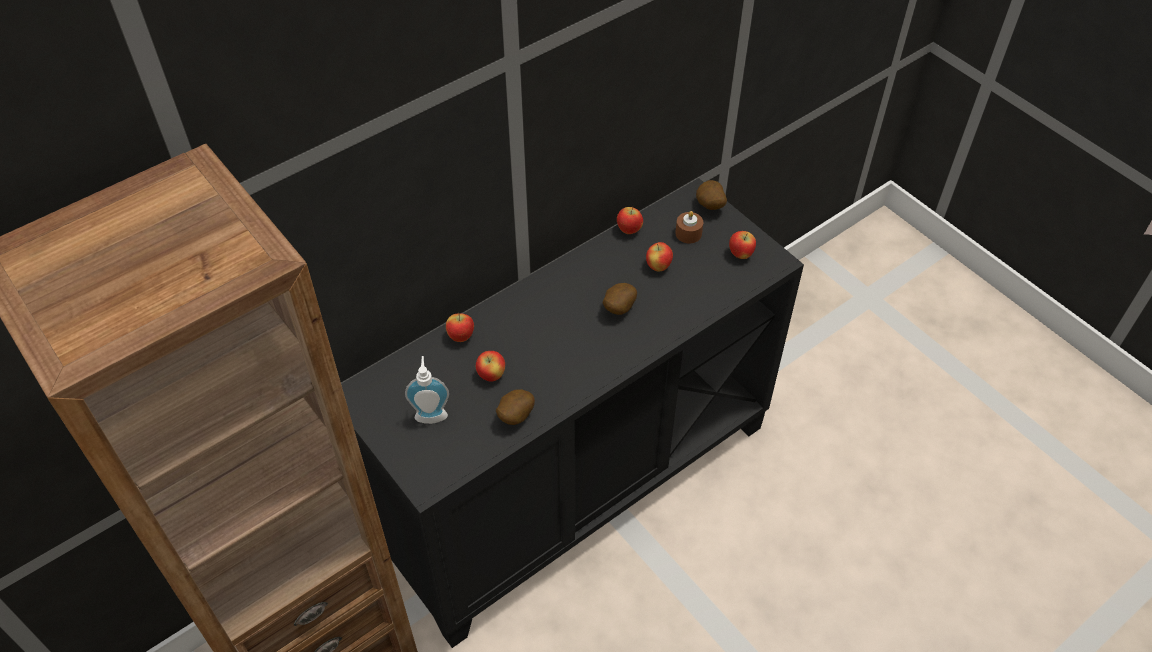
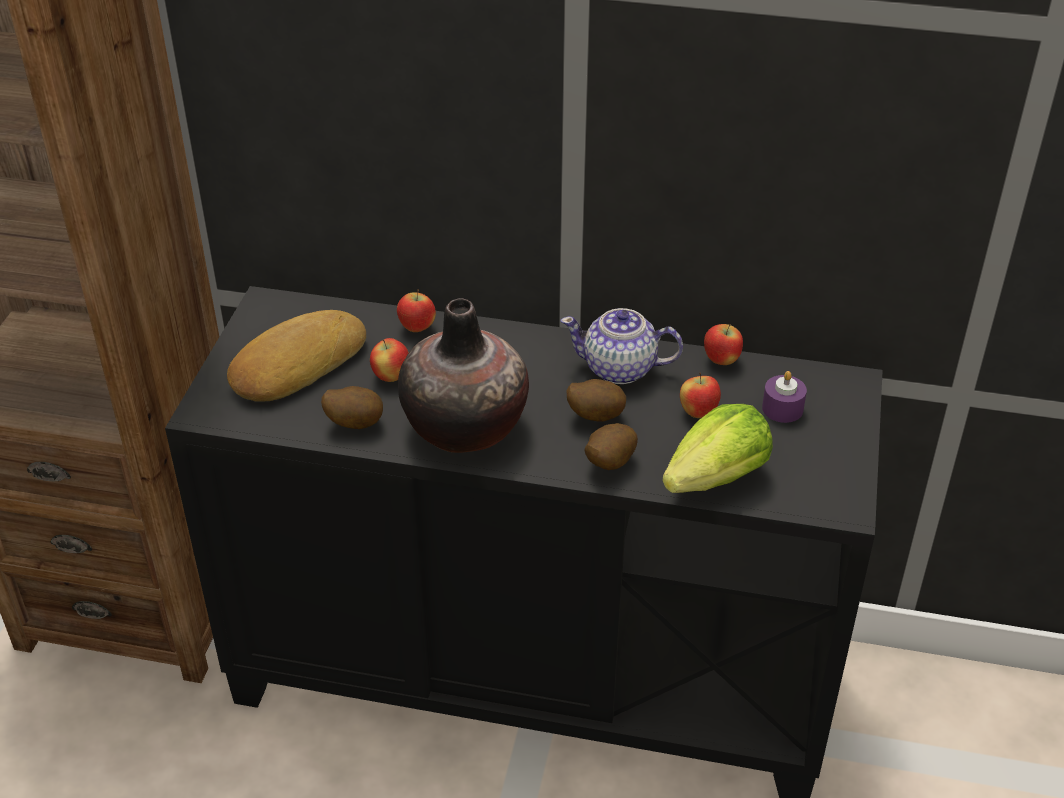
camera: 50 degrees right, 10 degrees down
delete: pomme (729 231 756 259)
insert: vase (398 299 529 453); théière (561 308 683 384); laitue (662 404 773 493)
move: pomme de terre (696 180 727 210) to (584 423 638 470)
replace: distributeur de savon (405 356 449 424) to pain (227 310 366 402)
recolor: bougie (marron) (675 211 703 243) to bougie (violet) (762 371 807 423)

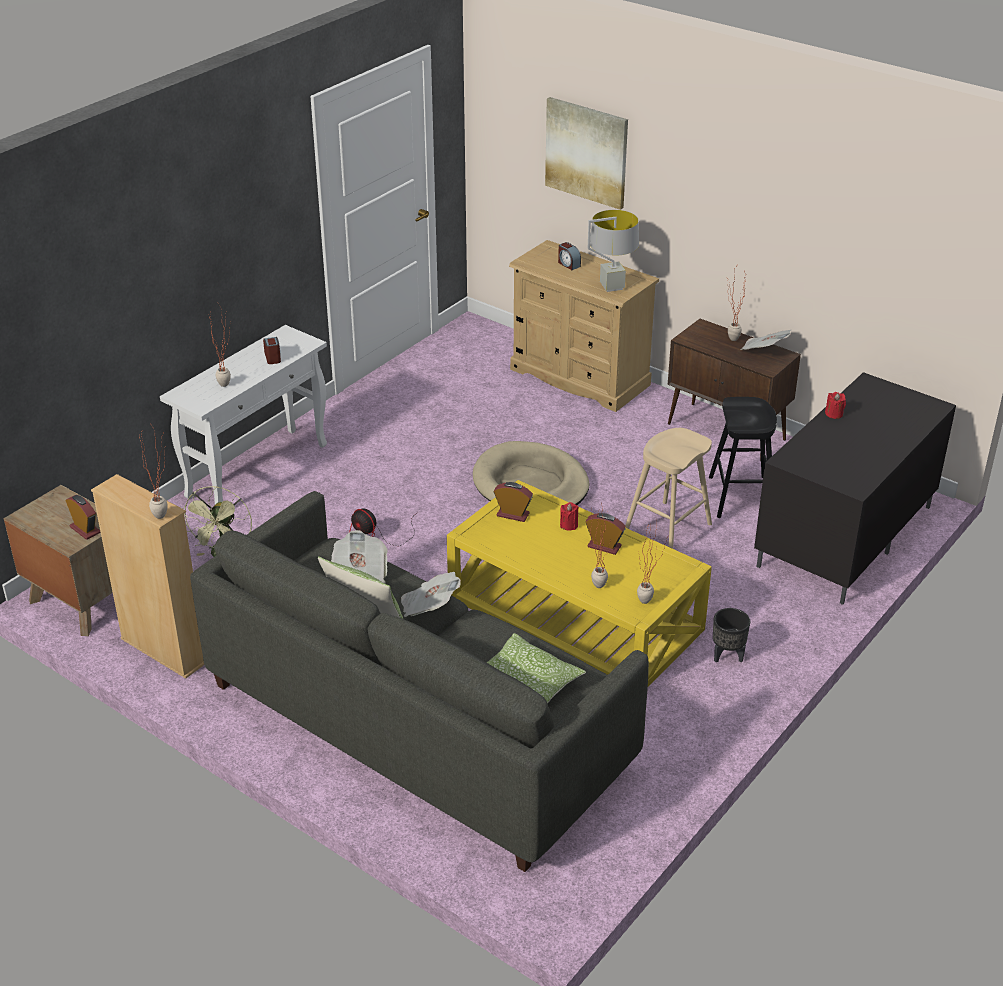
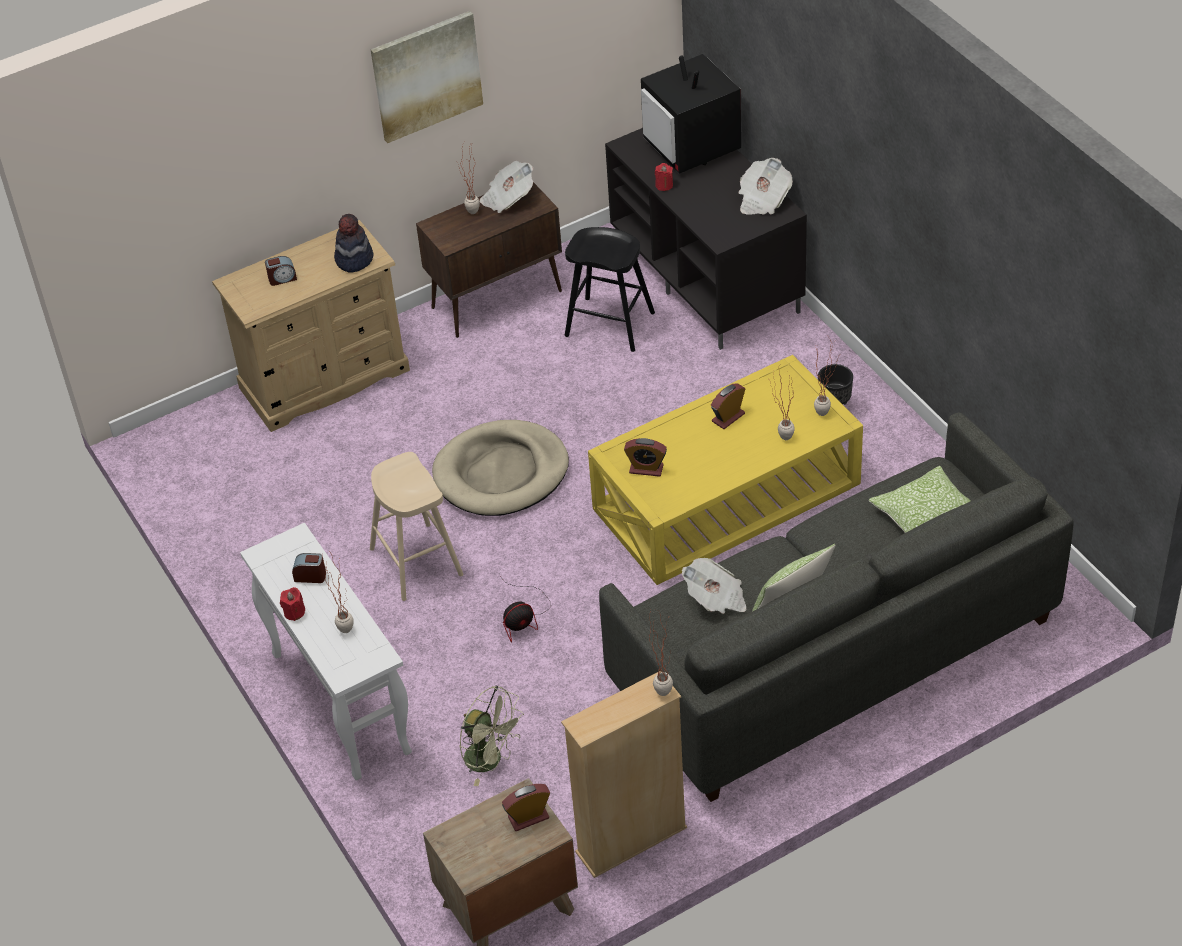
camera: 65 degrees left, 10 degrees up
insert: téléviseur (641 54 741 174)
move: journal (401 572 461 617) to (738 158 793 215); tableau (545 97 628 210) to (371 11 483 143); bougie (rouge) (560 502 579 531) to (280 587 305 621); tabouret (beige) (625 428 712 549) to (370 452 463 601)
replace: lampe de table (gris) (588 210 639 292) to chapeau (334 214 373 273)
rotate: réveil (494 482 533 522) = (624 438 667 477) 120 degrees counterclockwise

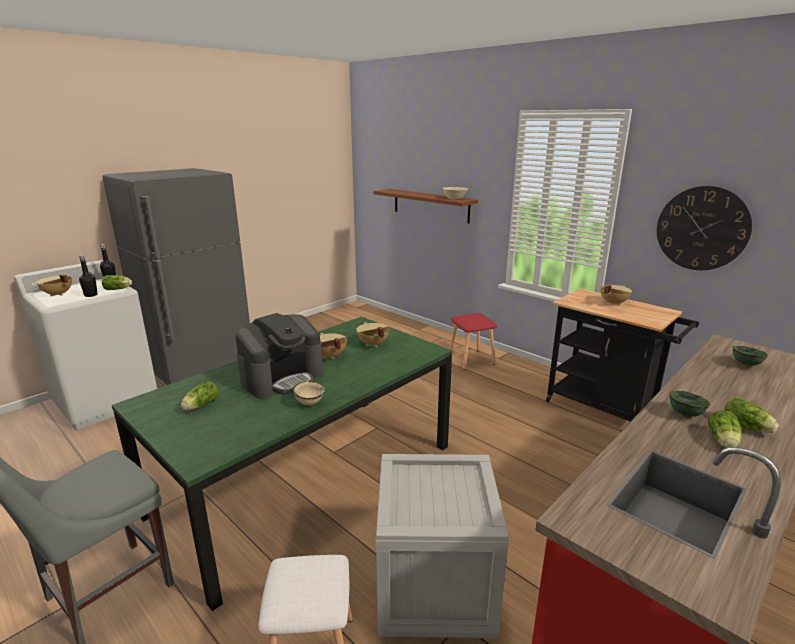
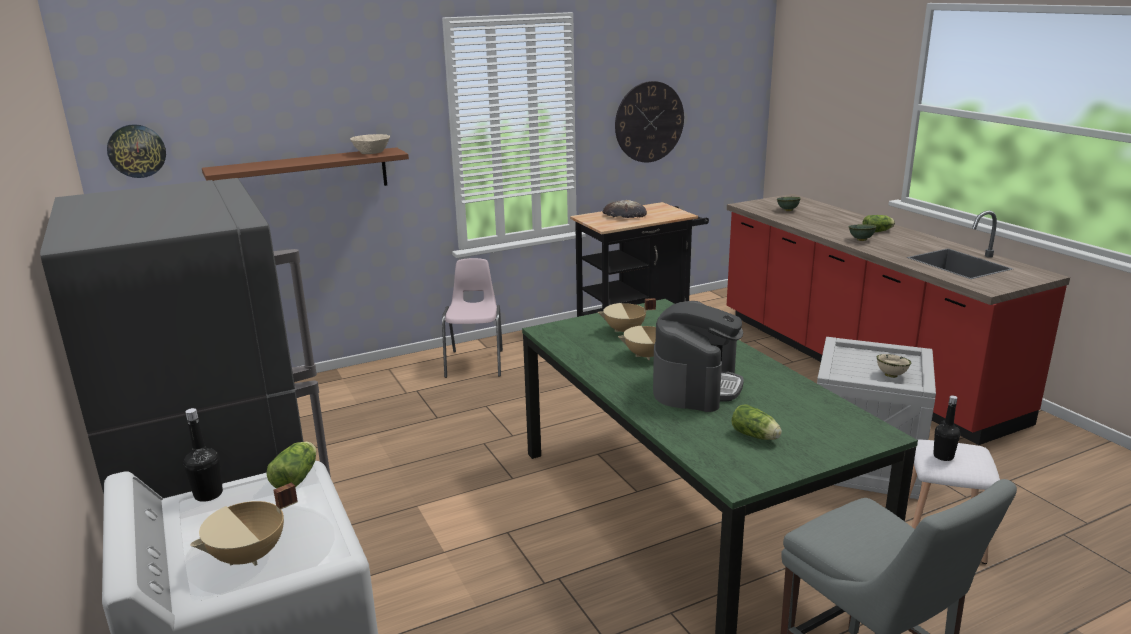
camera: 70 degrees left, 0 degrees up
delete: laitue (708 410 742 448)
insert: horloge murale (107 124 166 178)
move: bouteille (noir) (79 255 98 297) to (933 395 960 461); bol (beige) (293 381 325 406) to (877 354 911 378)
replace: tabouret (rouge) (449 313 497 370) to chaise (rose) (442 258 503 378); marmite (beige) (600 285 632 305) to pain (603 200 647 218)
rotate: machine à café (235 313 323 399) = (653 301 744 412) 45 degrees clockwise

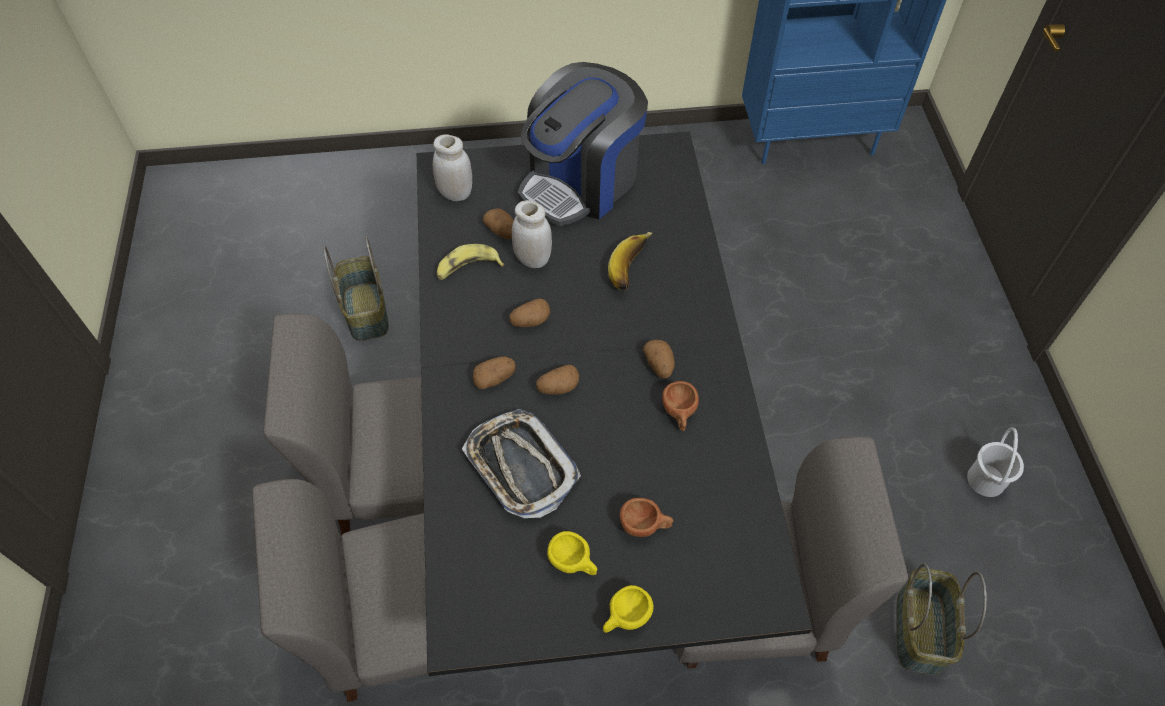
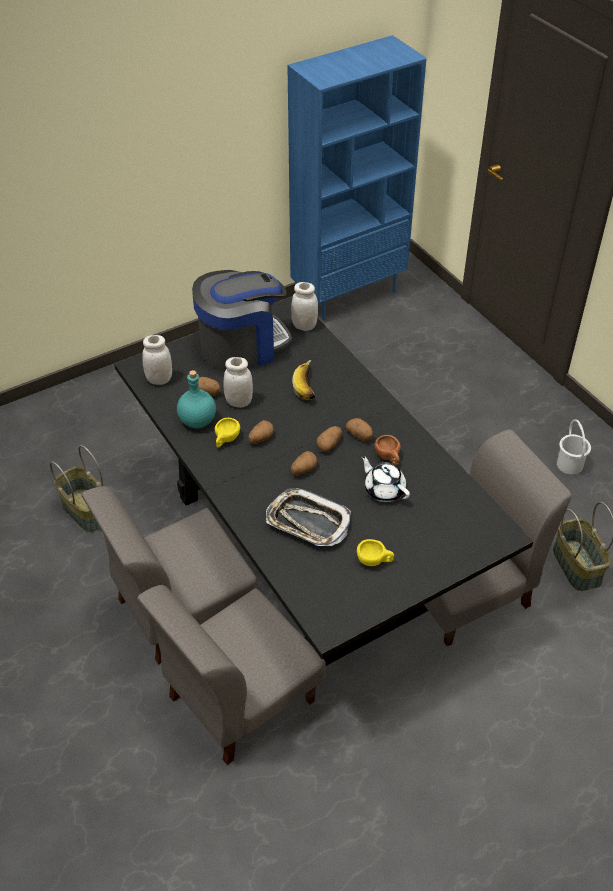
camera: 25 degrees left, 10 degrees down
delete: tasse (marron) (620 498 674 537)
insert: bocal (blanc) (291 282 318 331); théière (blanc) (361 455 410 502)
move: pomme de terre (473 356 516 389) to (317 426 342 452); tasse (jaune) (603 585 653 633) to (215 418 240 448)
replace: banane (437 244 504 280) to bouteille (turquoise) (177 370 216 429)
rotate: machine à café (518 62 648 226) = (192 270 292 372) 135 degrees counterclockwise

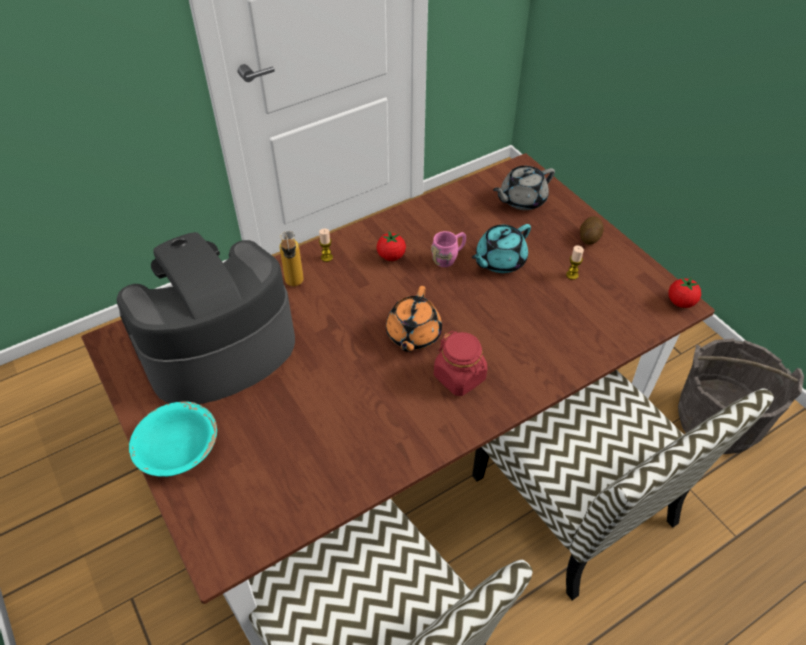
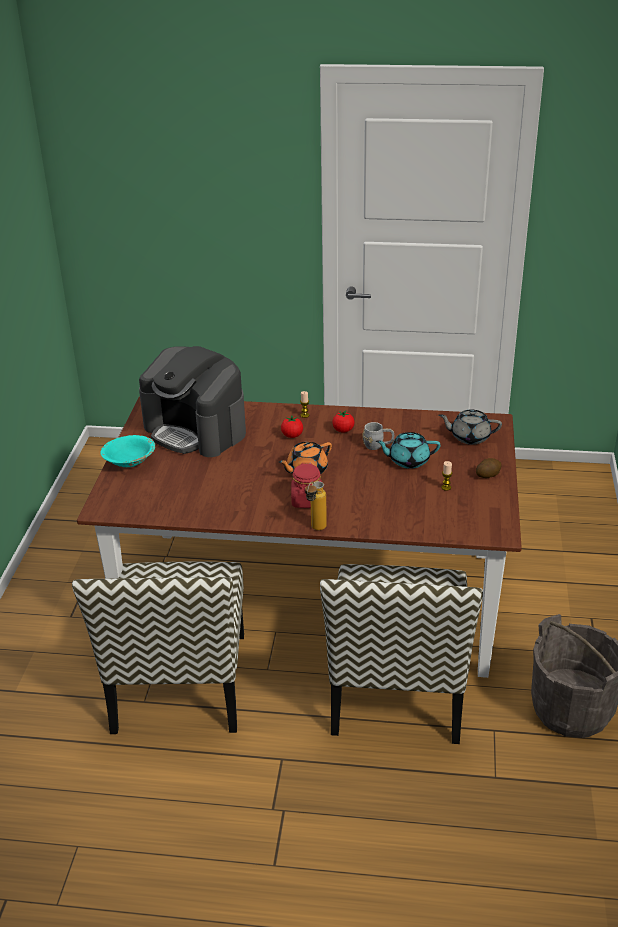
camera: 40 degrees right, 15 degrees down
move: bouteille (280 231 303 286) to (305 481 327 530); tomate (668 277 701 308) to (281 415 303 438)
recolor: mug (rose) (431 231 466 267) to mug (gris) (363 422 394 450)
rotate: machine à café (117 232 295 404) = (139 346 246 457) 150 degrees counterclockwise

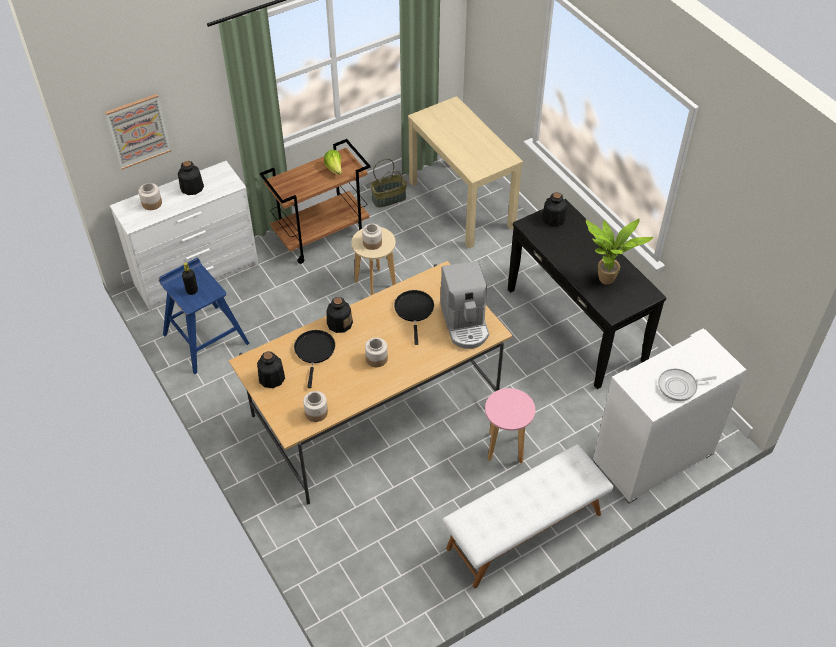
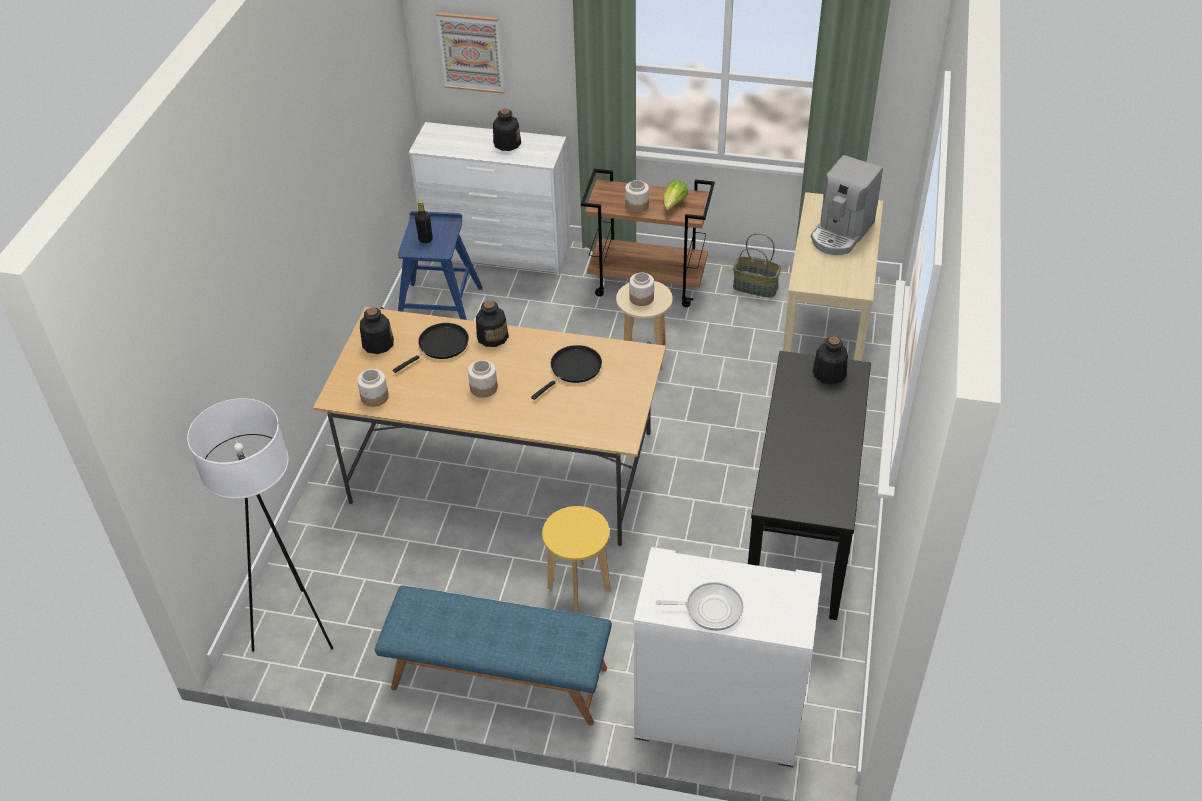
camera: 45 degrees right, 5 degrees down
delete: plante en pot (586 219 654 285)
insert: lampadaire (blanc) (187 398 333 652)
move: bocal (138 183 162 210) to (625 180 649 213); machine à café (441 261 489 349) to (811 155 883 255)
recolor: banc (blanc) (443 445 613 588) to banc (bleu) (375 585 612 726); tabouret (rose) (485 388 535 463) to tabouret (jaune) (542 506 611 614)
rotate: poêle (658 369 717 401) = (656 582 743 631) 150 degrees clockwise

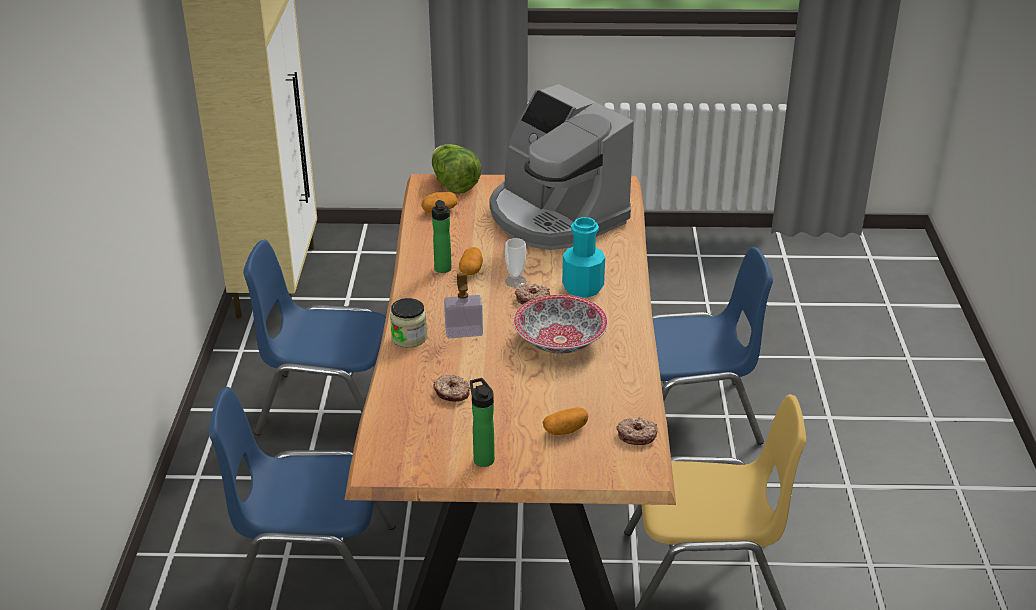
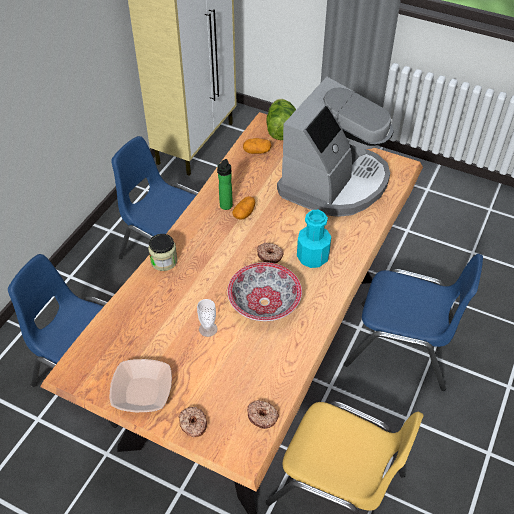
camera: 25 degrees right, 15 degrees up
delete: distributeur de savon (444 273 483 338); pomme de terre (543 407 588 435)
move: beignet (433 375 470 402) to (179 407 207 437); tasse (505 238 526 288) to (197 299 217 337)
replace: bouteille (470 378 495 467) to bol (109 359 172 412)
rotate: machine à café (489 84 634 250) = (277 77 394 217) 135 degrees counterclockwise

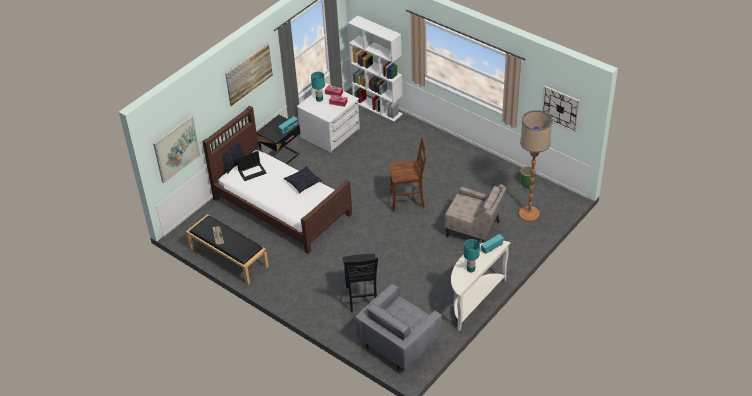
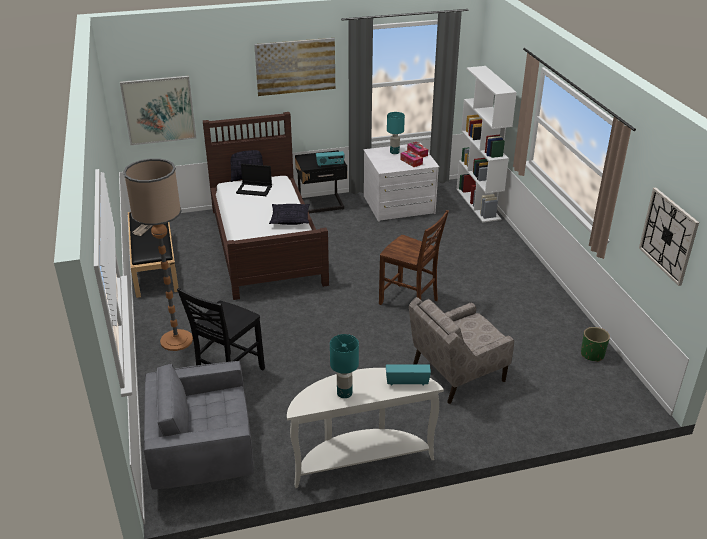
camera: 35 degrees right, 10 degrees down
move: lampadaire (519 110 553 221) to (123 158 193 351)
rotate: fauteuil (beige) (445 184 506 243) = (409 297 514 404) 90 degrees clockwise

